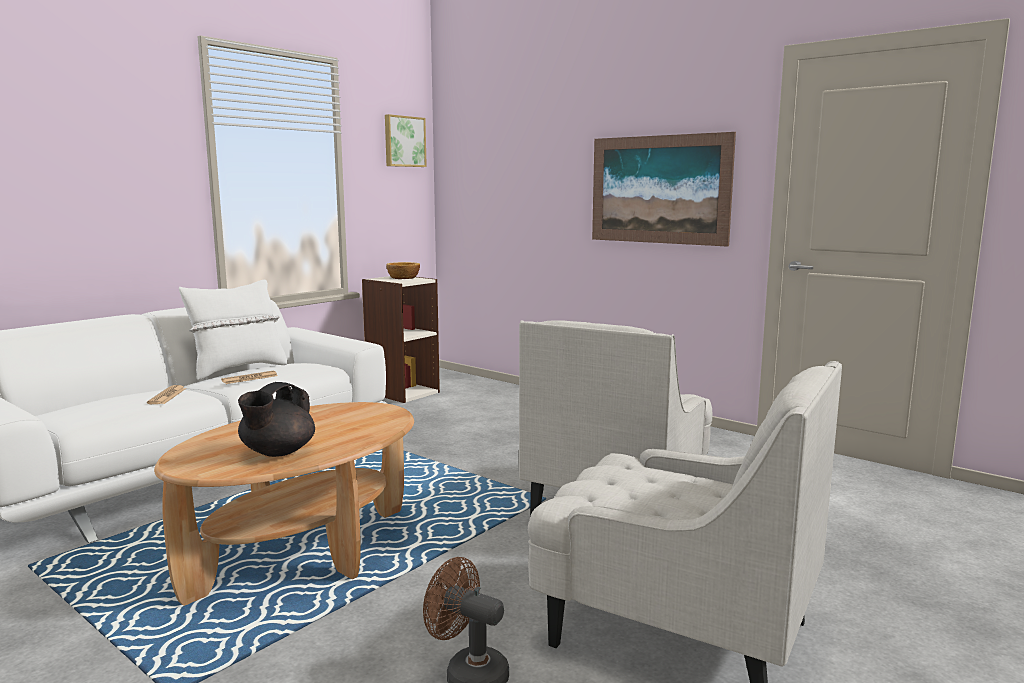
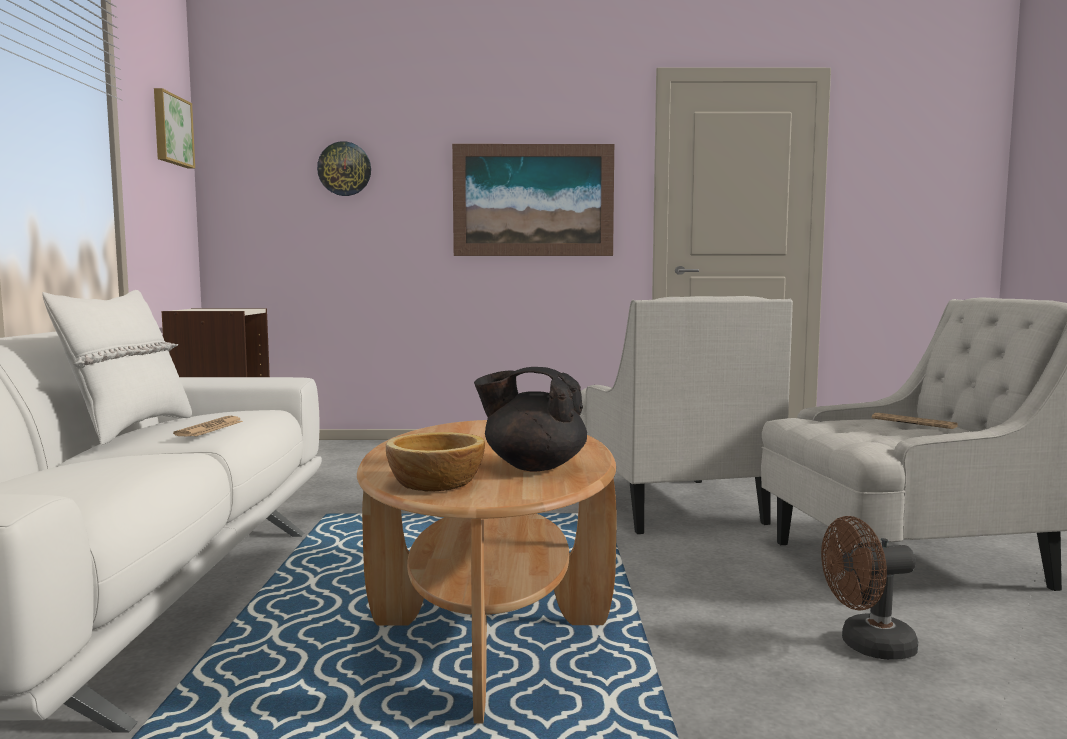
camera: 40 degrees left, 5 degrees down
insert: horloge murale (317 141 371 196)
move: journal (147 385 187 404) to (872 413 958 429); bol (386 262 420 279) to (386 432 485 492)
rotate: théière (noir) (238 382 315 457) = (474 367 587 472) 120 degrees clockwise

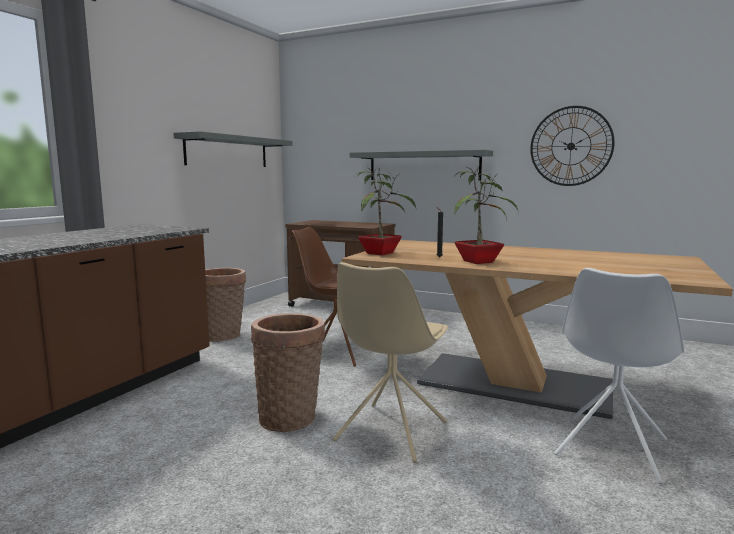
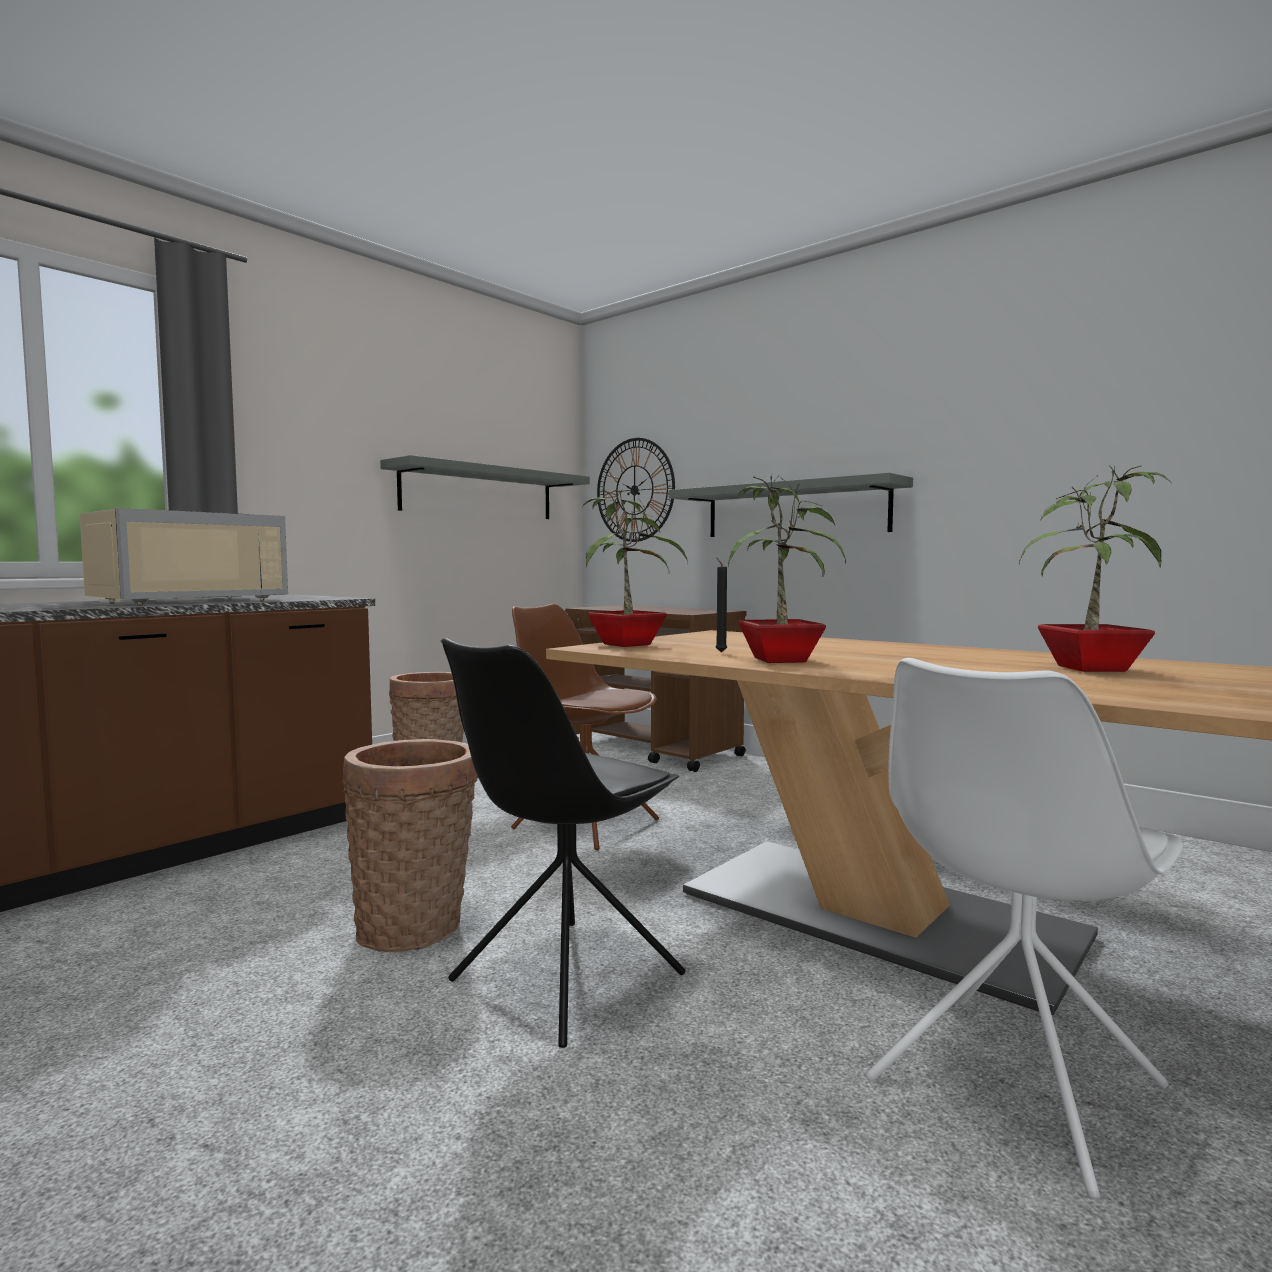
camera: 15 degrees right, 5 degrees down
insert: micro-ondes (beige) (80 508 288 605); plante en pot (1019 465 1172 672)
move: horloge murale (530 106 615 186) to (597 438 675 542)
recolor: chaise (beige) (333 262 448 463) to chaise (noir) (441 638 686 1048)

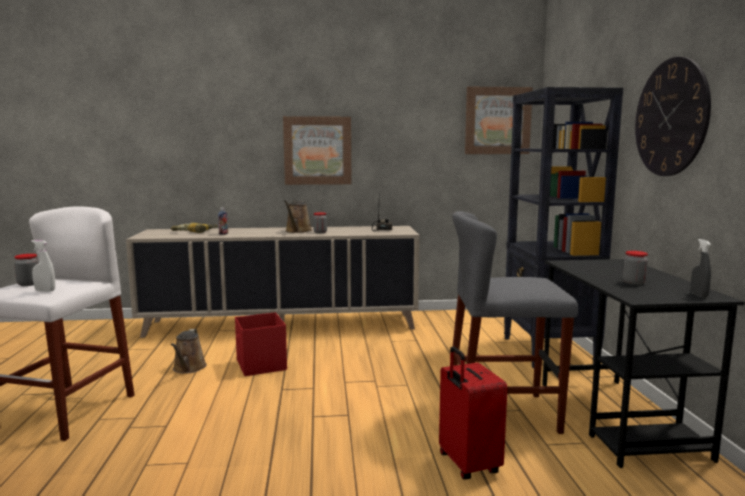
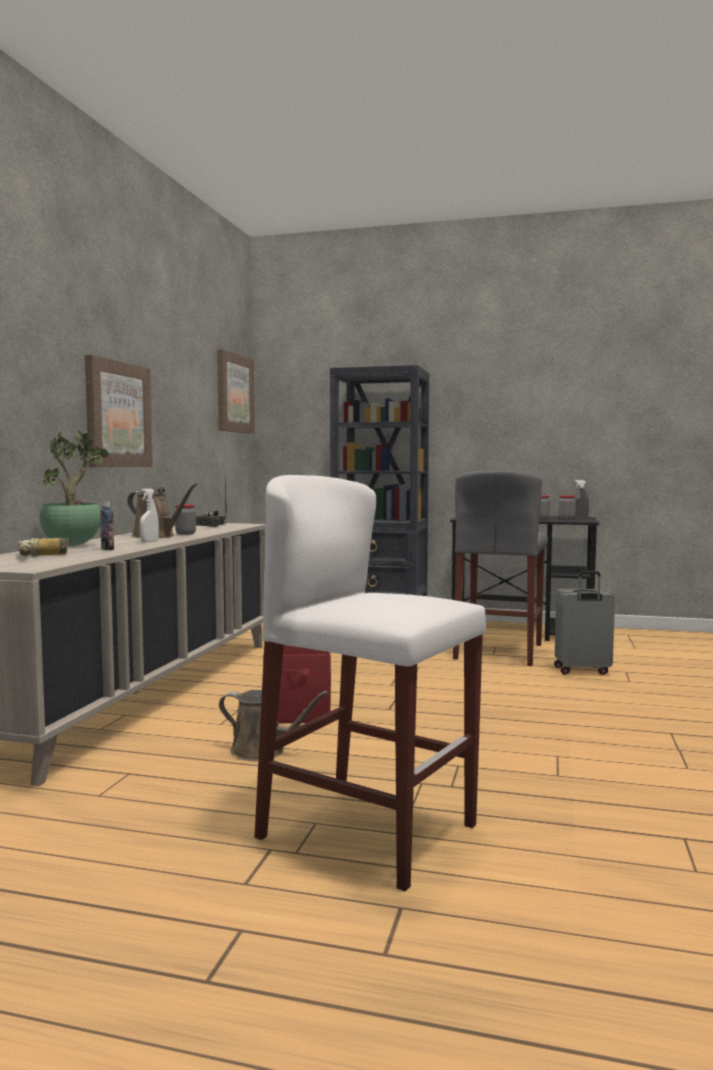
camera: 70 degrees left, 5 degrees down
delete: horloge murale (635 57 711 176)
insert: plante en pot (40 431 109 546)
move: bocal (14 254 39 286) to (559 495 576 519); vaporisateur (blanc) (31 240 55 292) to (140 488 159 542)
recolor: valise (rouge) (439 346 507 479) to valise (gris) (554 571 615 675)

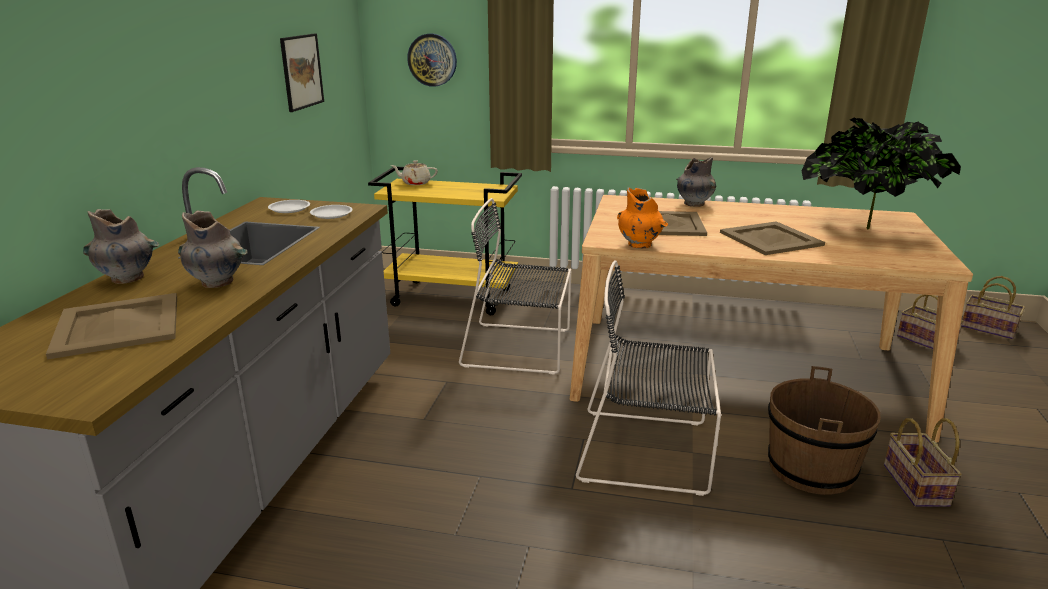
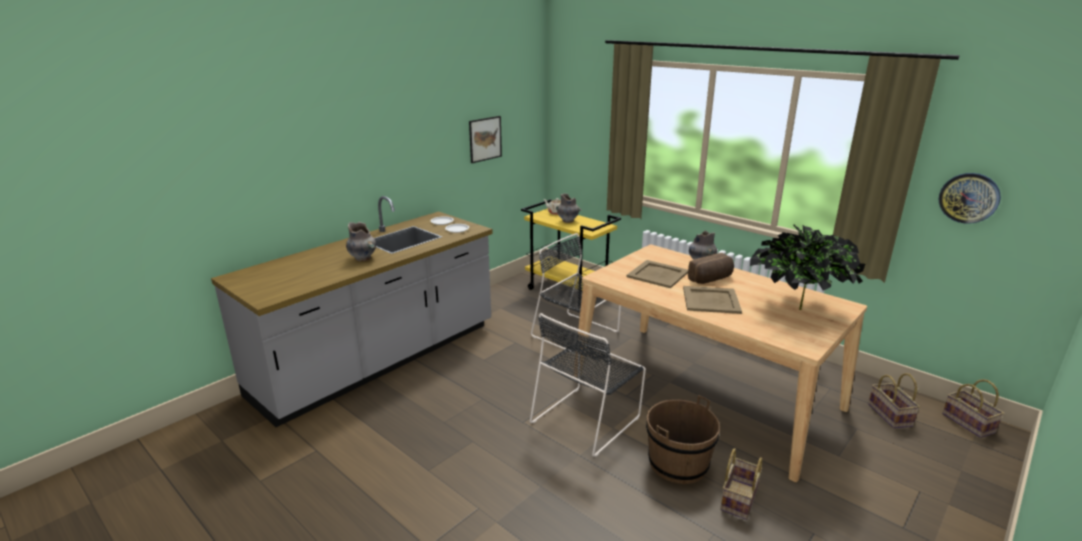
camera: 30 degrees right, 0 degrees up
delete: plateau (beige) (46 293 177 360); vase (orange) (617 187 668 248)
insert: pain (688 253 734 284)
move: vase (gris) (83 209 159 284) to (556 193 582 223); horloge murale (407 34 457 87) to (939 173 1001 224)
rotate: chaise (noir) (576 260 721 496) = (530 313 646 457) 90 degrees counterclockwise

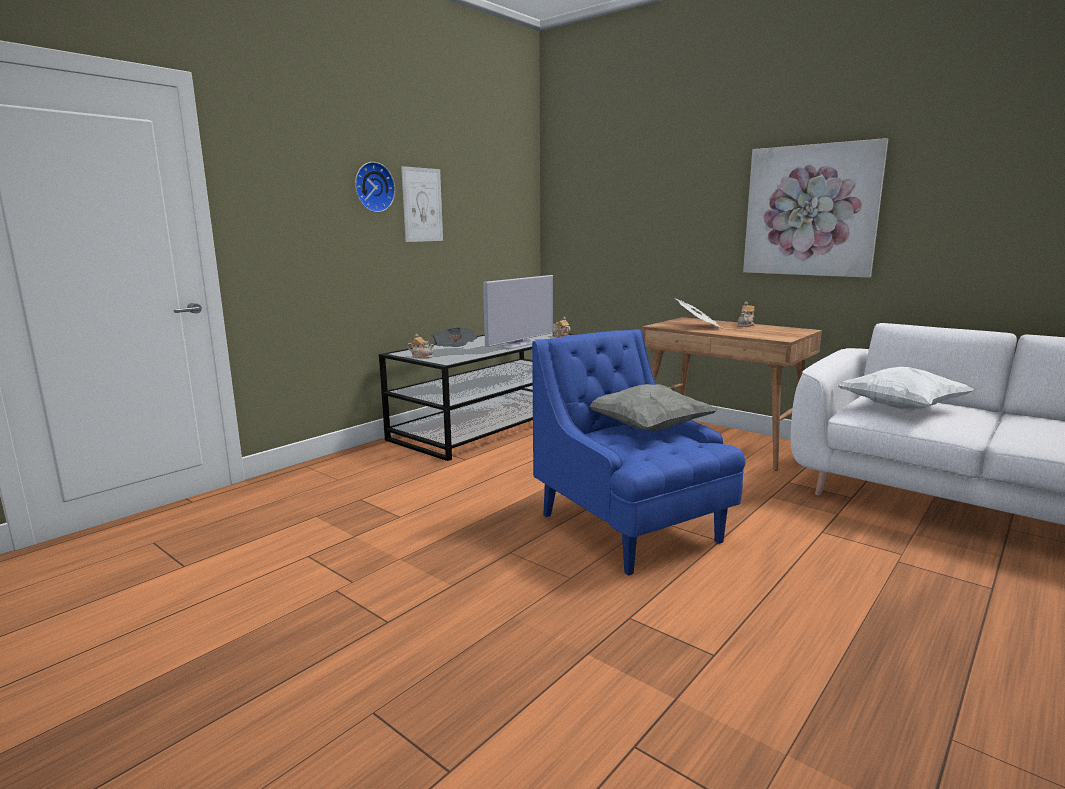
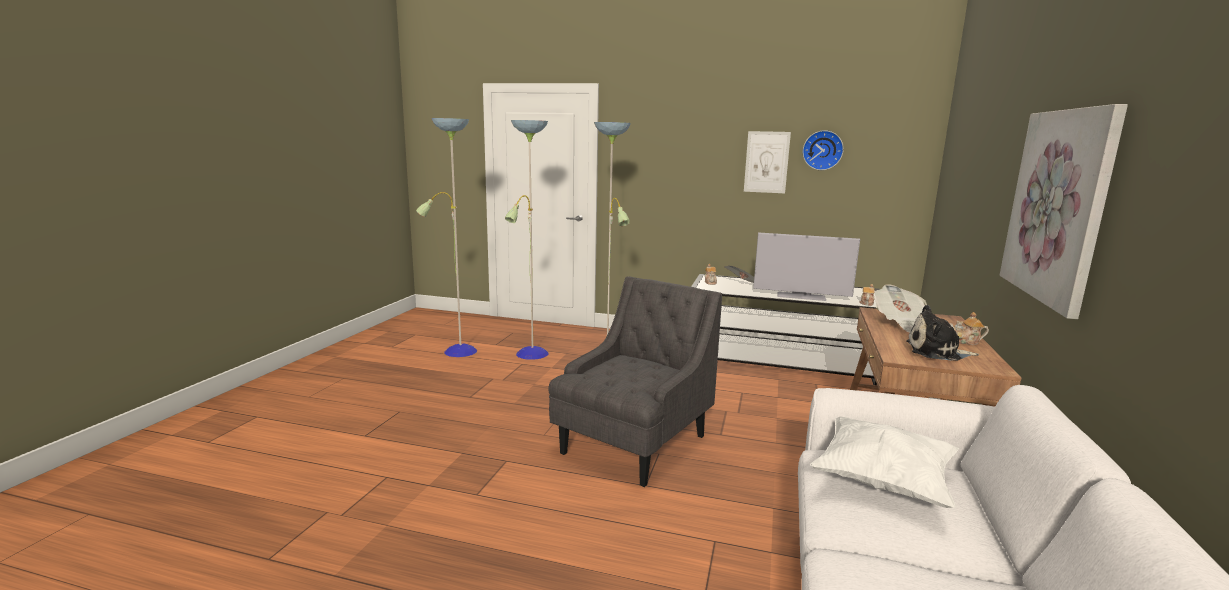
camera: 65 degrees right, 0 degrees up
delete: coussin (gris) (590 384 718 431)
insert: lampadaire (416 118 631 360); peluche (906 305 979 361)
move: horloge murale (355 162 395 212) to (802 130 844 170)
recolor: fauteuil (bleu) (532 329 746 575) to fauteuil (gris) (548 276 722 487)

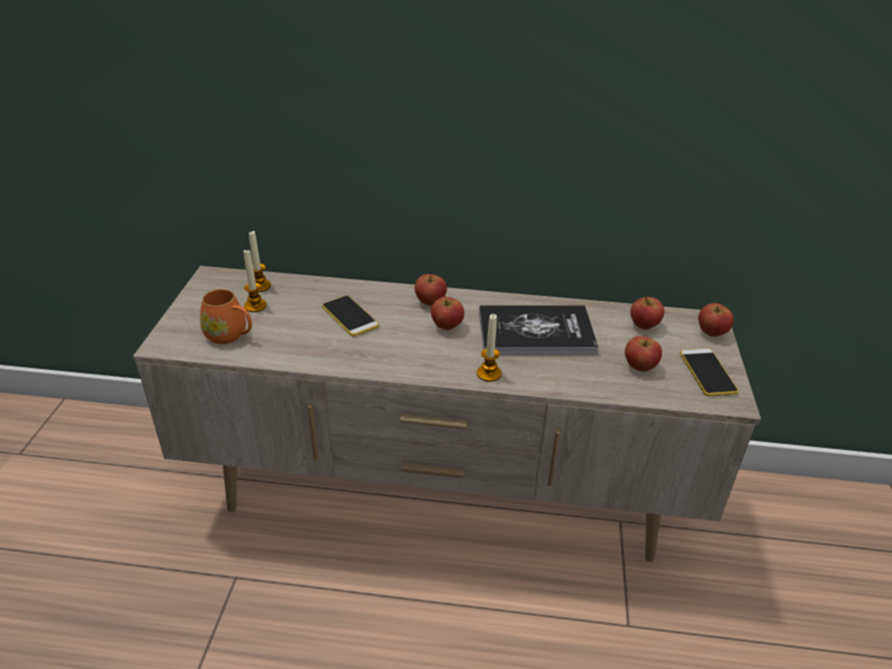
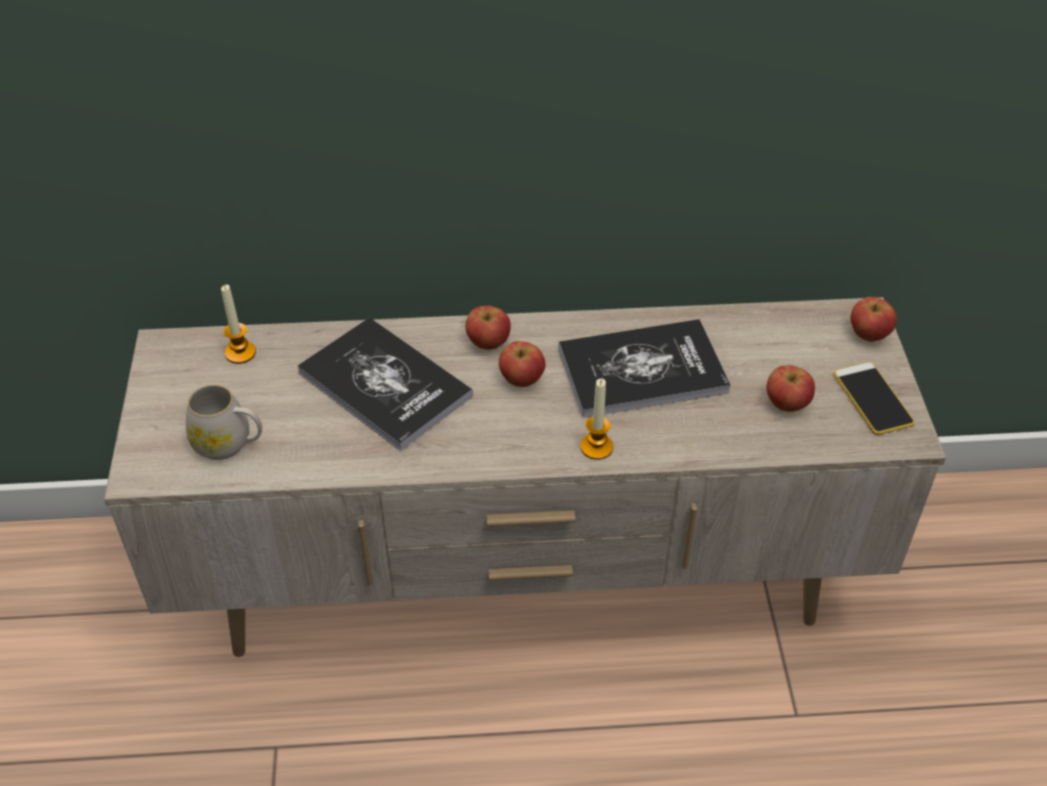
camera: 10 degrees left, 10 degrees up
delete: bougie (244 249 267 312); pomme (630 297 665 330)
replace: téléphone (322 296 379 336) to livre (297 317 473 451)
recolor: mug (orange) (200 289 252 344) to mug (blanc) (186 384 262 460)

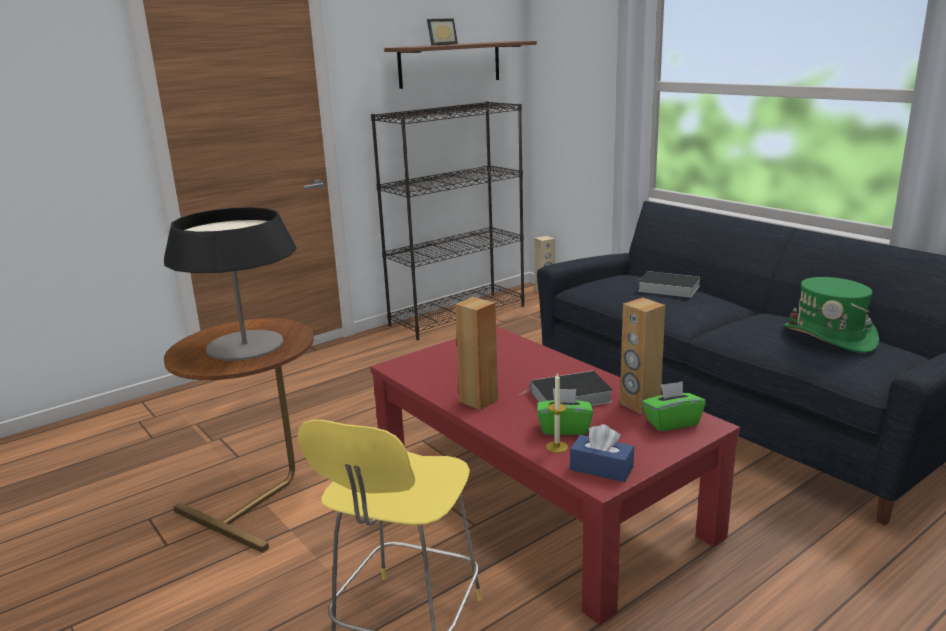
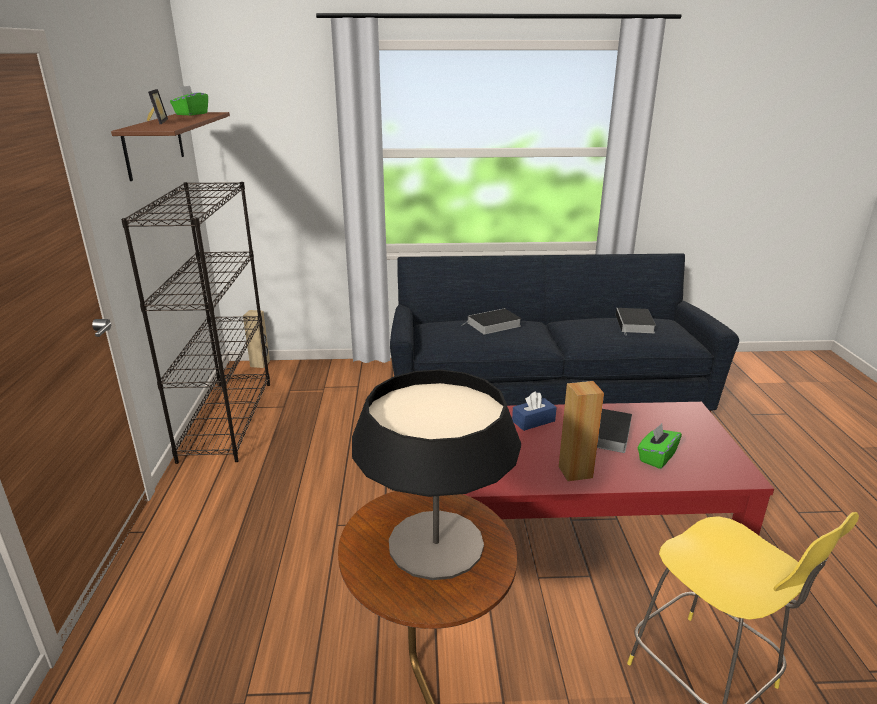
camera: 55 degrees left, 5 degrees up
delete: bougie (546 373 568 453); enceinte (marron) (620 298 665 414)
move: boîte à mouchoirs (bleu) (570 424 634 482) to (512 391 557 431); boîte à mouchoirs (vert) (642 381 706 431) to (170 86 208 115)
replace: chapeau (vert) (783 277 879 353) to livre (616 308 656 335)

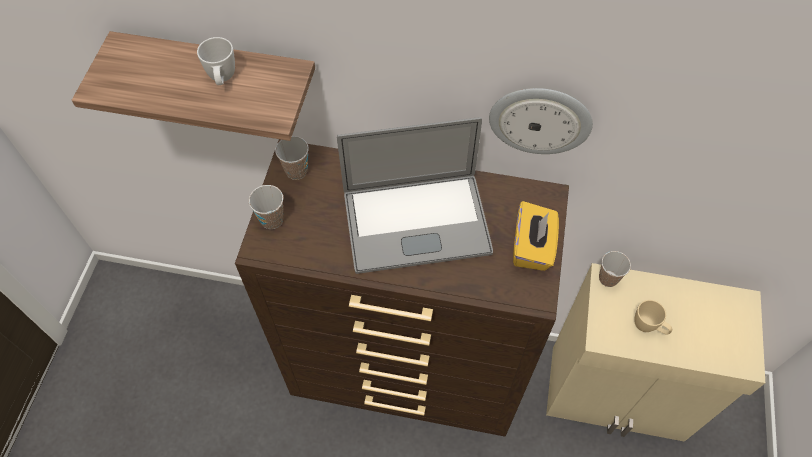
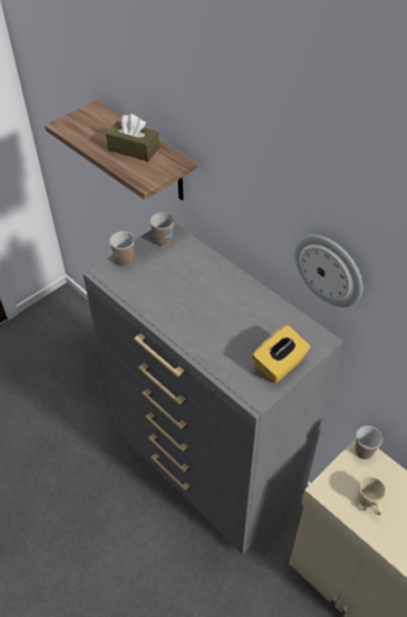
camera: 35 degrees right, 10 degrees down
delete: ordinateur portable (337 117 493 274)
replace: mug (blanc) (197 37 235 85) to boîte à mouchoirs (marron) (106 114 159 161)
recolor: commode (marron) (235 139 569 437) to commode (gris) (83 222 343 554)

